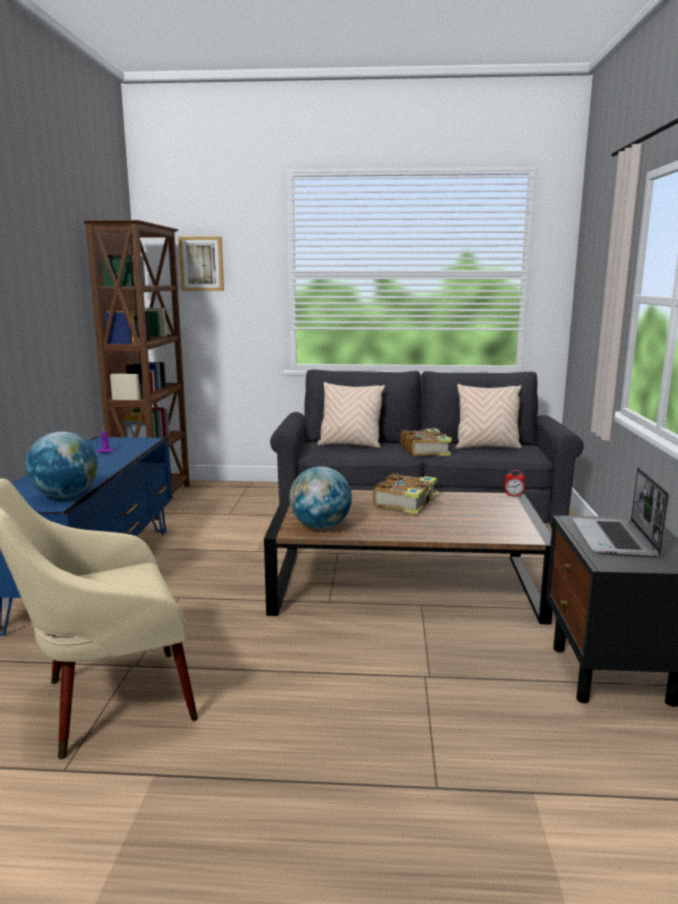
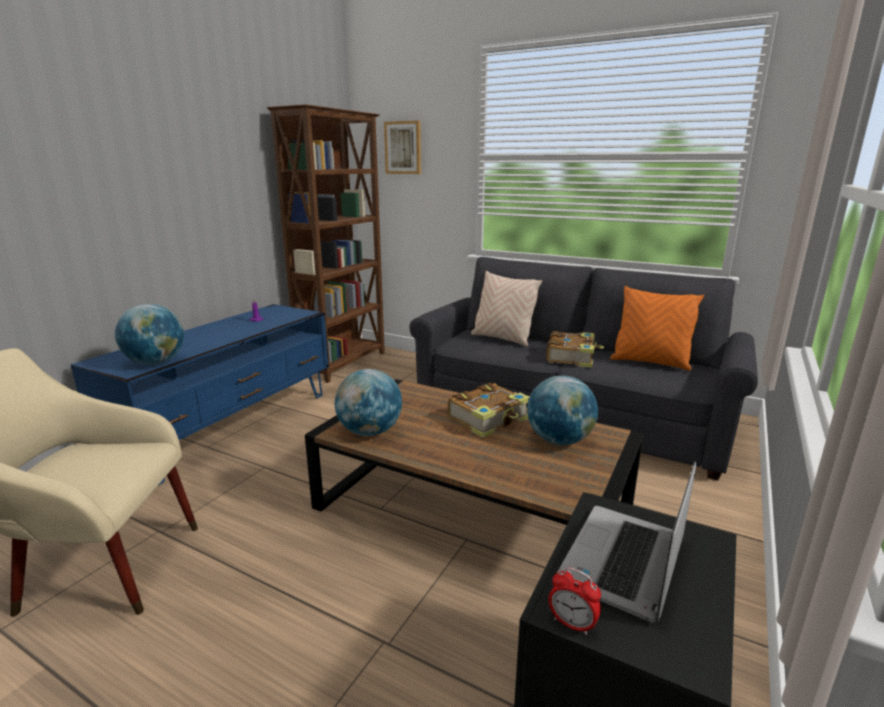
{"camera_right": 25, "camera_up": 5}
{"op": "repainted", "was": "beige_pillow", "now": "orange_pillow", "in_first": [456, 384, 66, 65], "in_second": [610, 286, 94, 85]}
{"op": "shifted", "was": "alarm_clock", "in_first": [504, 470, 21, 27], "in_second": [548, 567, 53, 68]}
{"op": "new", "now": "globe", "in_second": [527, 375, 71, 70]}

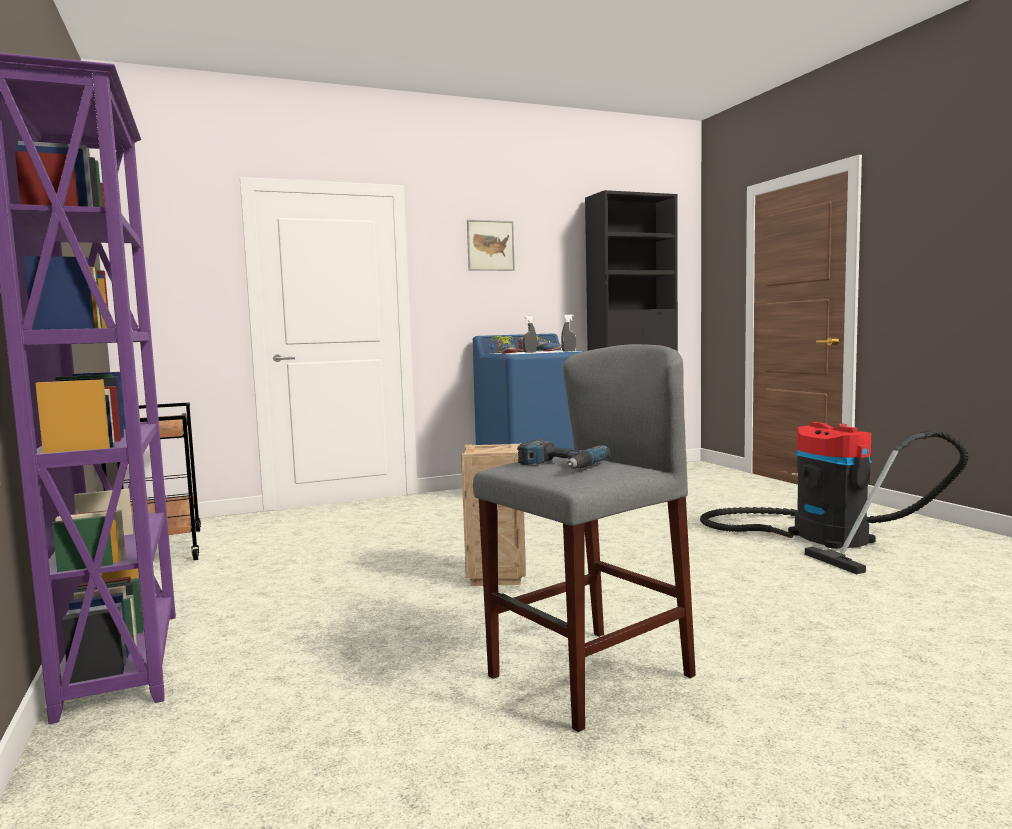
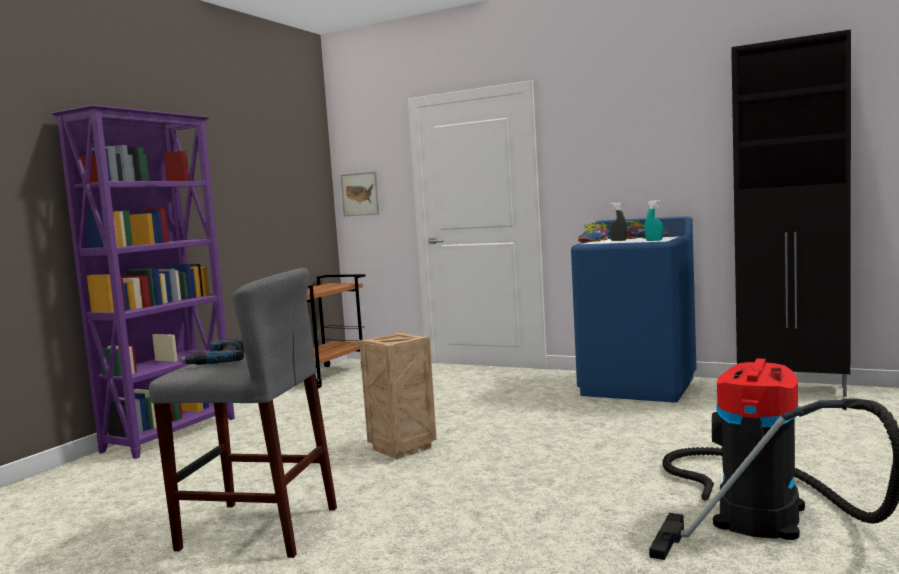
{"camera_right": 50, "camera_up": 0}
{"op": "shifted", "was": "picture", "in_first": [467, 220, 48, 51], "in_second": [341, 172, 38, 44]}
{"op": "repainted", "was": "grey_spray_bottle", "now": "turquoise_spray_bottle", "in_first": [561, 315, 15, 37], "in_second": [645, 200, 18, 41]}

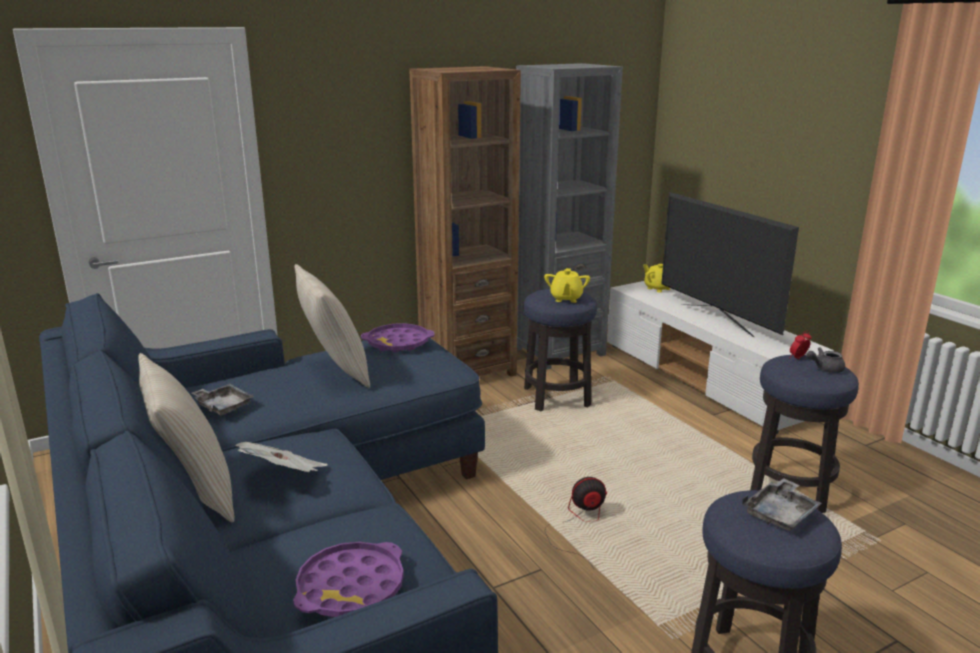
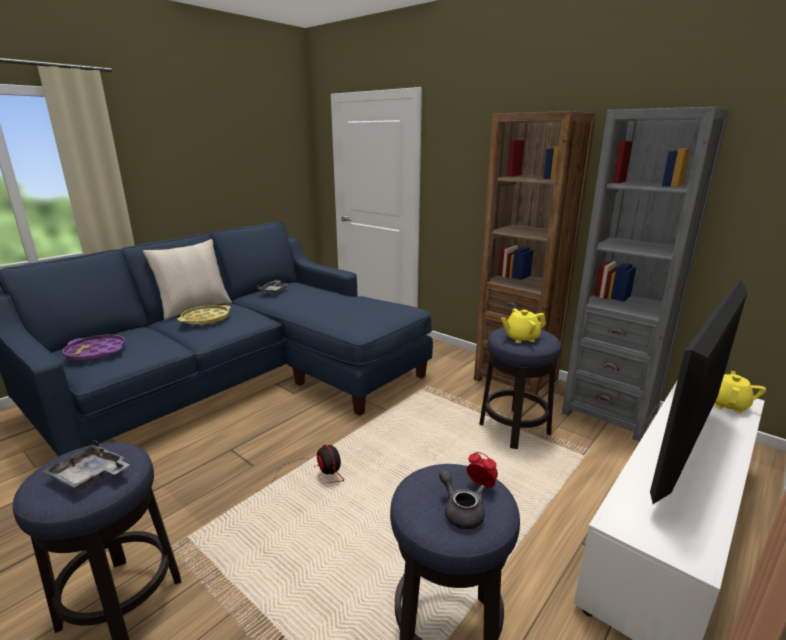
{"camera_right": 70, "camera_up": 0}
{"op": "swapped", "was": "newspaper", "now": "yellow_tray", "in_first": [236, 442, 92, 30], "in_second": [177, 305, 54, 21]}
{"op": "gone", "was": "beige_pillow", "in_first": [294, 264, 76, 124]}
{"op": "gone", "was": "purple_tray", "in_first": [361, 323, 74, 29]}

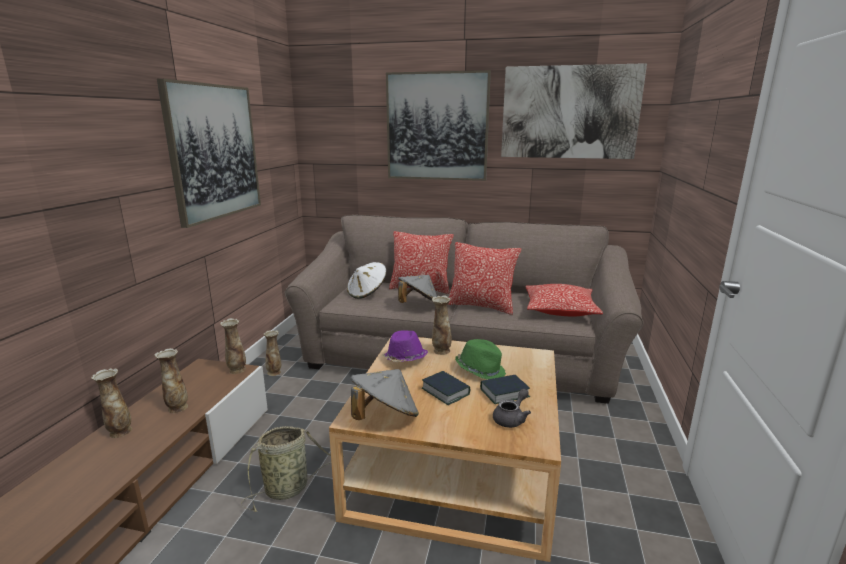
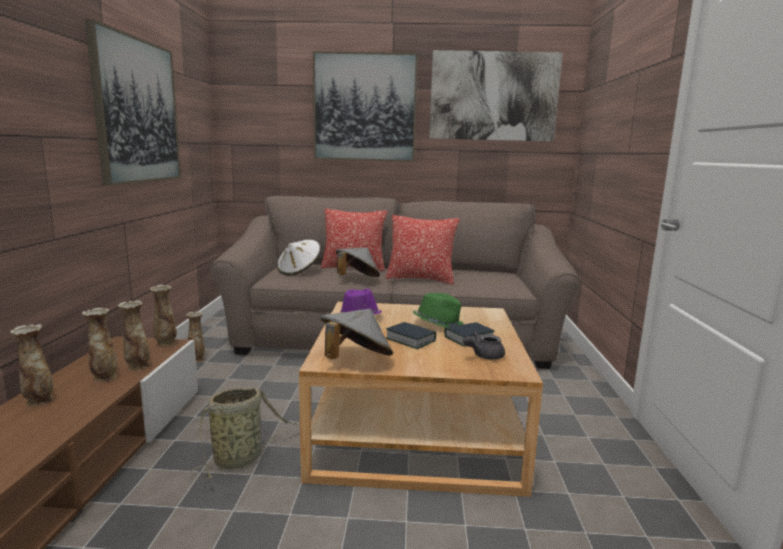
{"camera_right": -10, "camera_up": -5}
{"op": "shifted", "was": "vase", "in_first": [432, 295, 20, 60], "in_second": [118, 300, 32, 71]}
{"op": "rotated", "was": "grey_teapot", "in_first": [493, 388, 38, 40], "in_second": [463, 332, 42, 28], "clockwise": -150}
{"op": "gone", "was": "pillow", "in_first": [525, 284, 78, 33]}

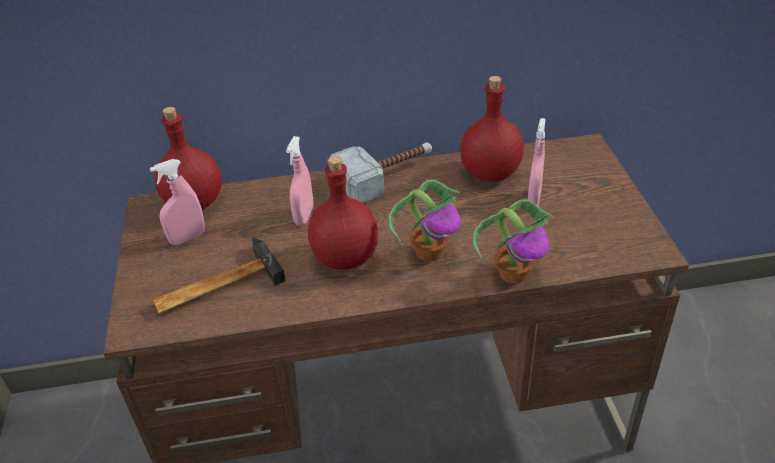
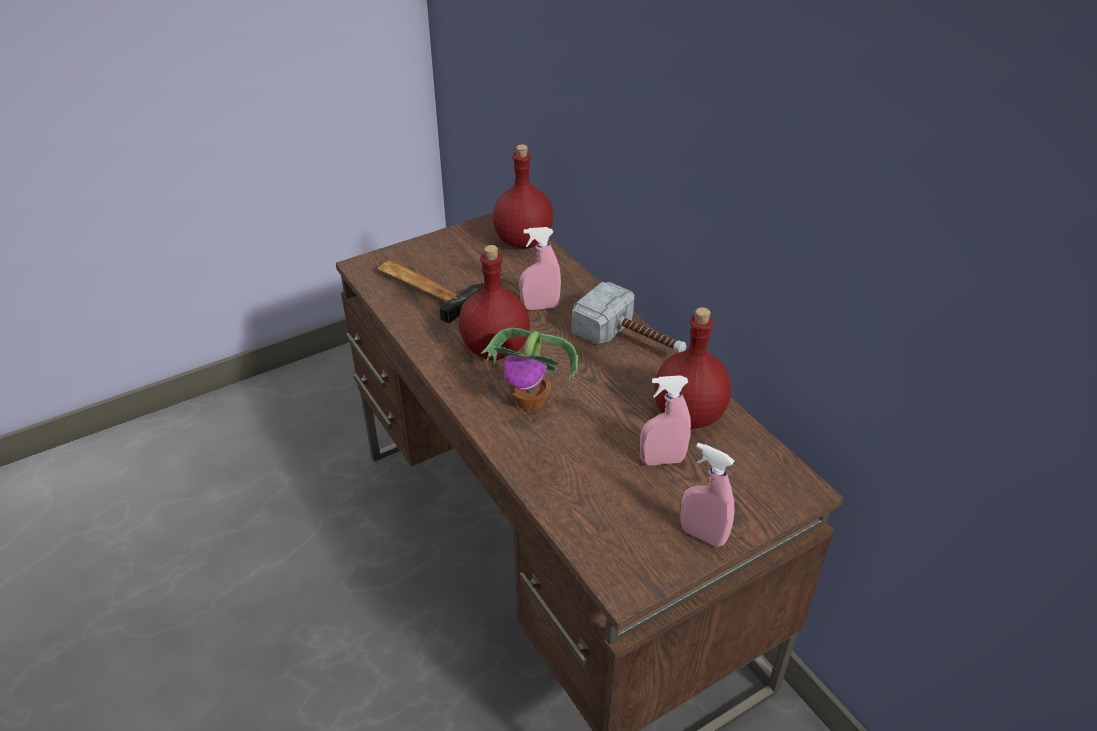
{"camera_right": 65, "camera_up": 0}
{"op": "shifted", "was": "pink_spray_bottle", "in_first": [150, 159, 55, 86], "in_second": [681, 442, 54, 105]}
{"op": "gone", "was": "potted_plant", "in_first": [473, 200, 81, 84]}

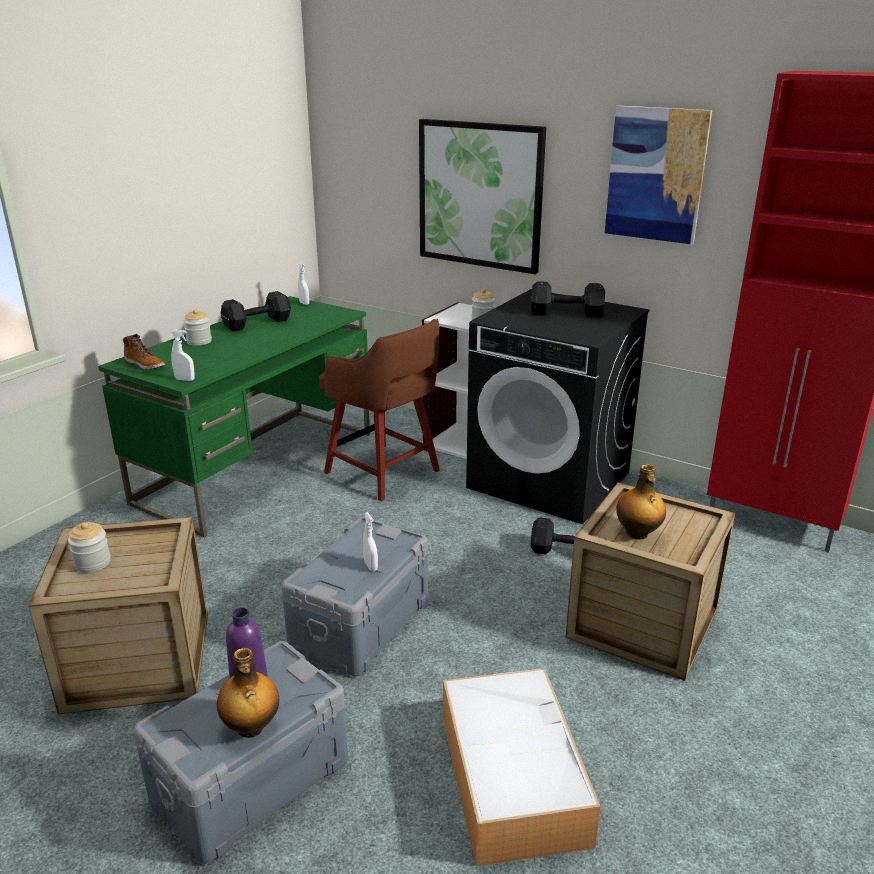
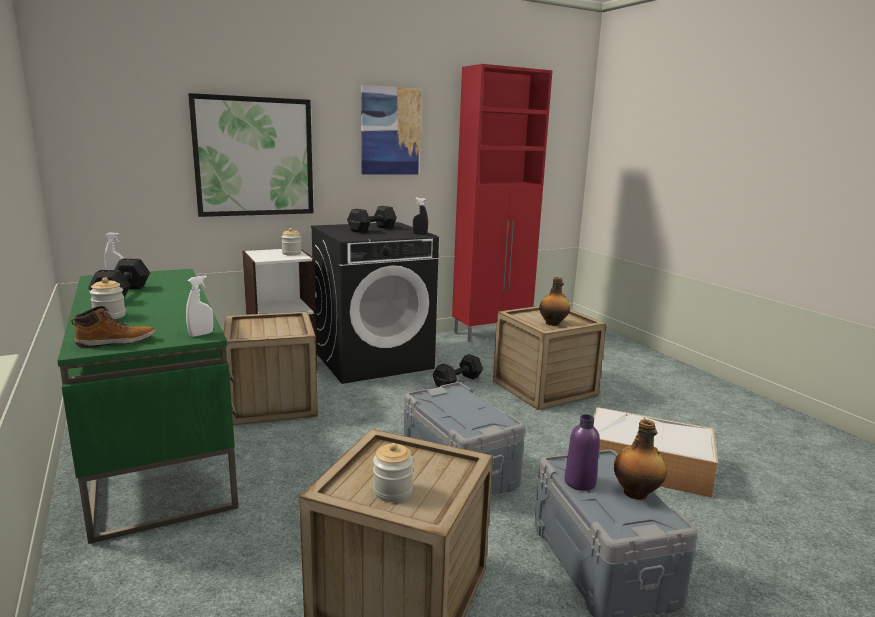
{"camera_right": -60, "camera_up": -10}
{"op": "swapped", "was": "brown_stool", "now": "crate", "in_first": [319, 319, 121, 182], "in_second": [224, 311, 94, 114]}
{"op": "gone", "was": "white_spray_bottle", "in_first": [363, 512, 15, 59]}
{"op": "new", "now": "black_spray_bottle", "in_second": [413, 197, 15, 38]}

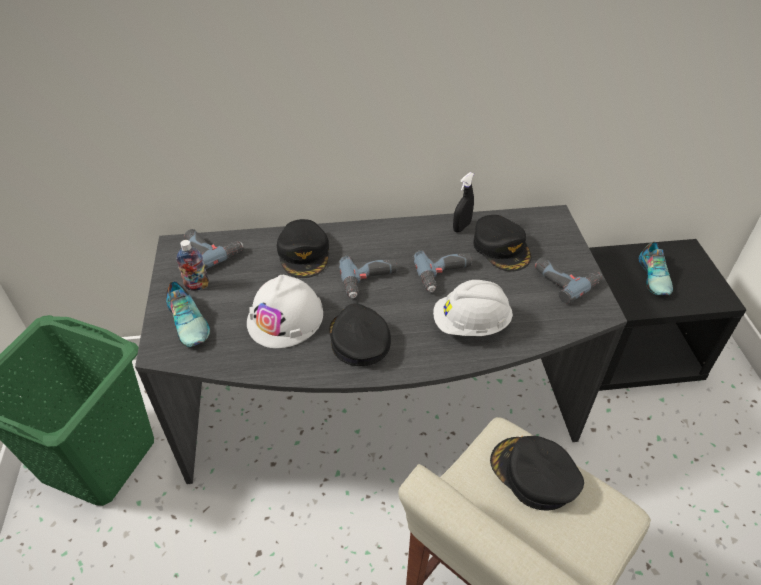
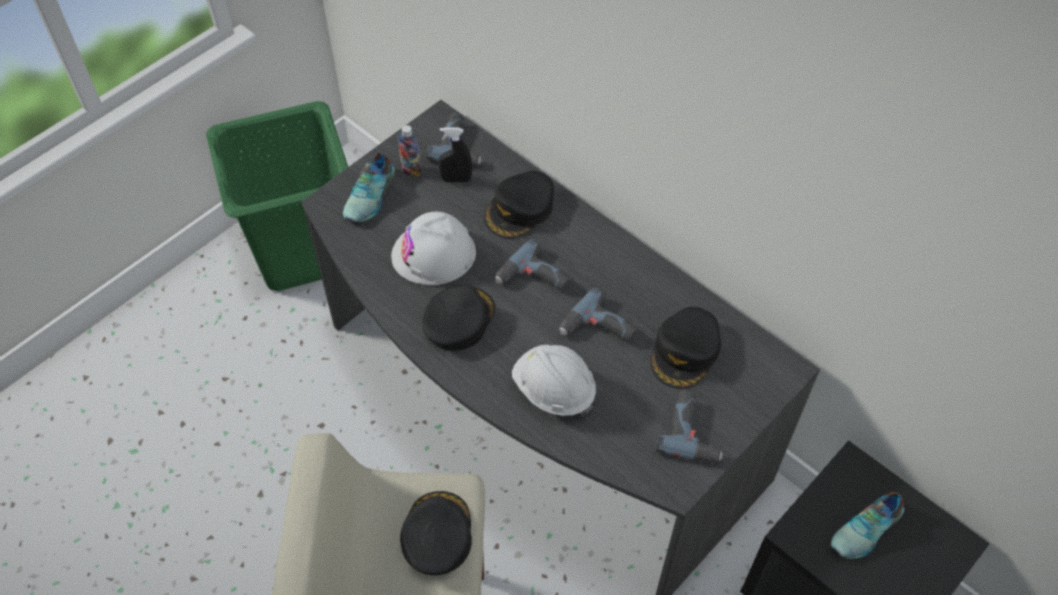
{"camera_right": 50, "camera_up": 10}
{"op": "shifted", "was": "black_spray_bottle", "in_first": [453, 172, 21, 61], "in_second": [438, 127, 34, 55]}

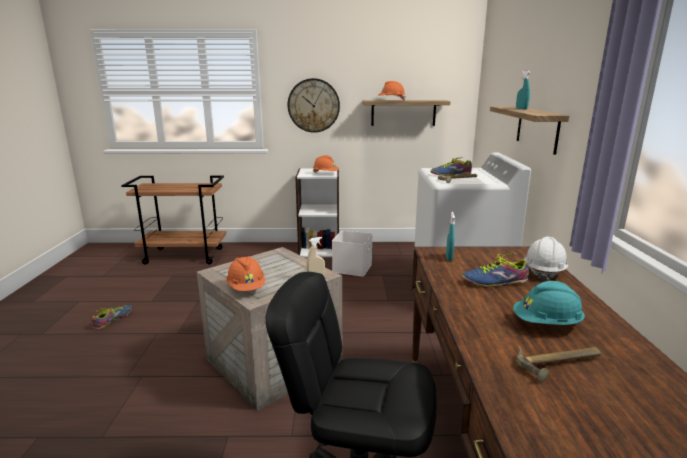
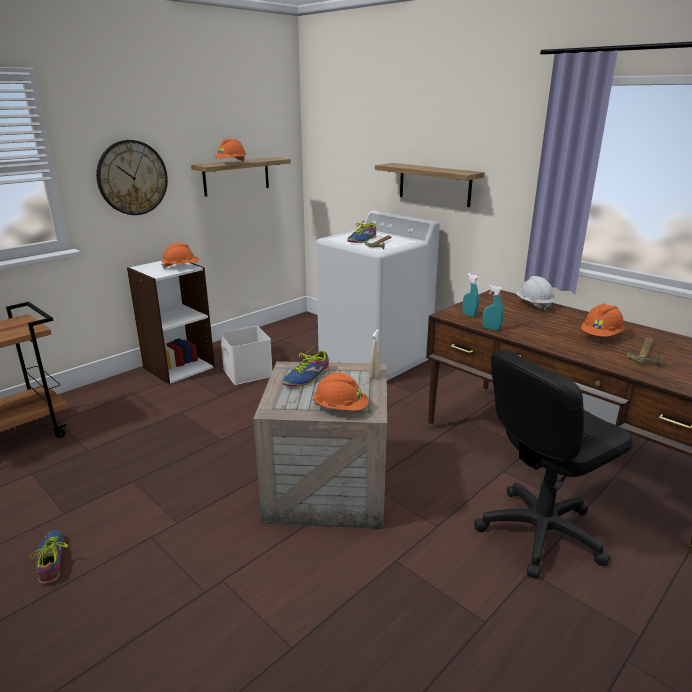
{"camera_right": -45, "camera_up": 5}
{"op": "shifted", "was": "shoe", "in_first": [462, 253, 67, 34], "in_second": [282, 348, 47, 39]}
{"op": "repainted", "was": "turquoise_hard_hat", "now": "orange_hard_hat", "in_first": [513, 281, 72, 44], "in_second": [581, 303, 44, 34]}
{"op": "shifted", "was": "turquoise_spray_bottle", "in_first": [516, 71, 14, 38], "in_second": [482, 285, 22, 45]}

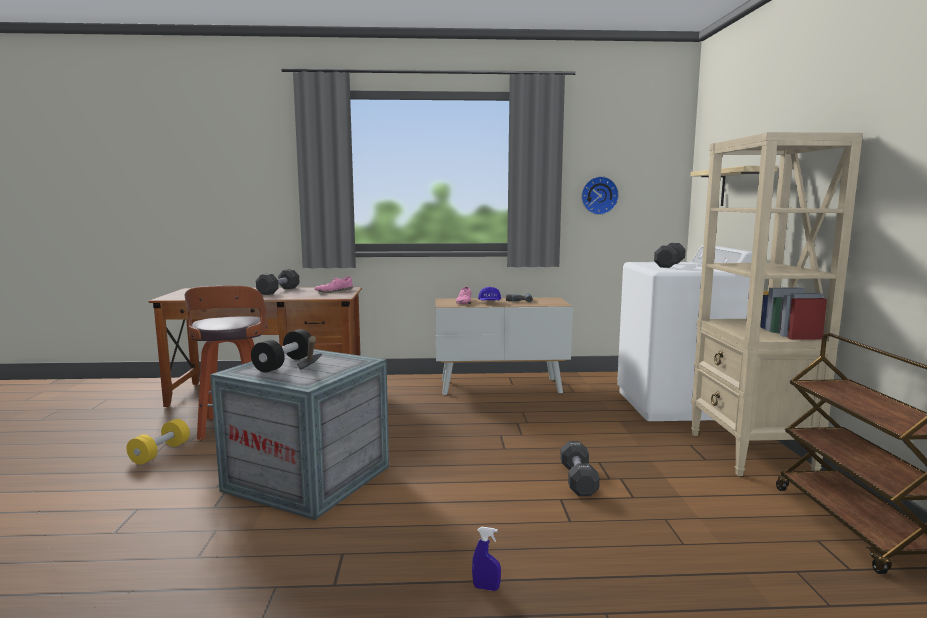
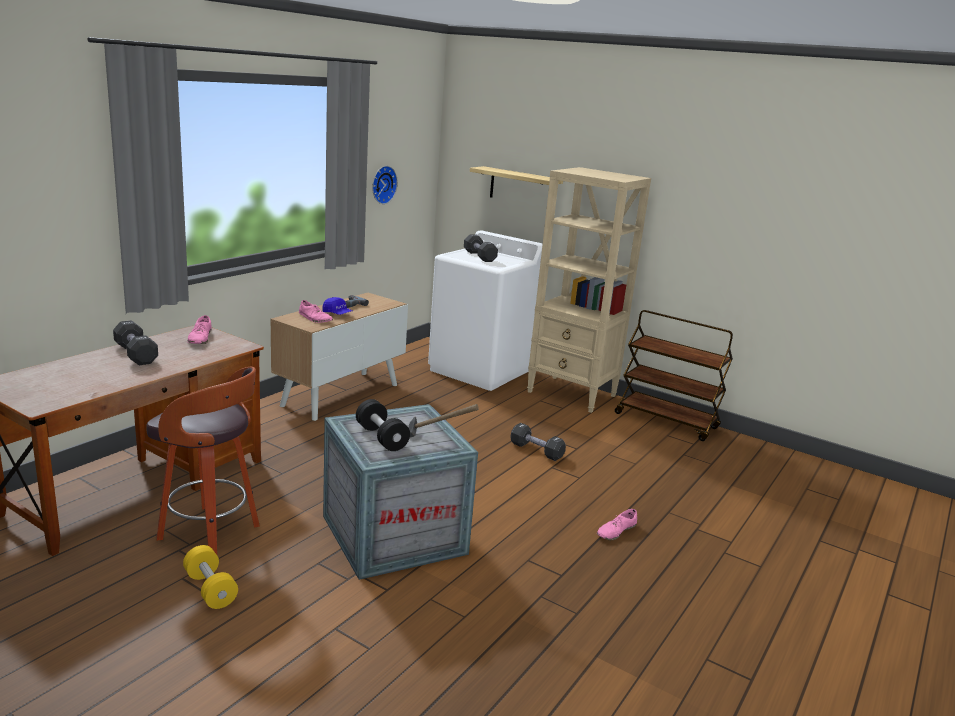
{"camera_right": -55, "camera_up": 10}
{"op": "swapped", "was": "blue_spray_bottle", "now": "pink_shoe", "in_first": [472, 527, 29, 64], "in_second": [597, 509, 40, 31]}

